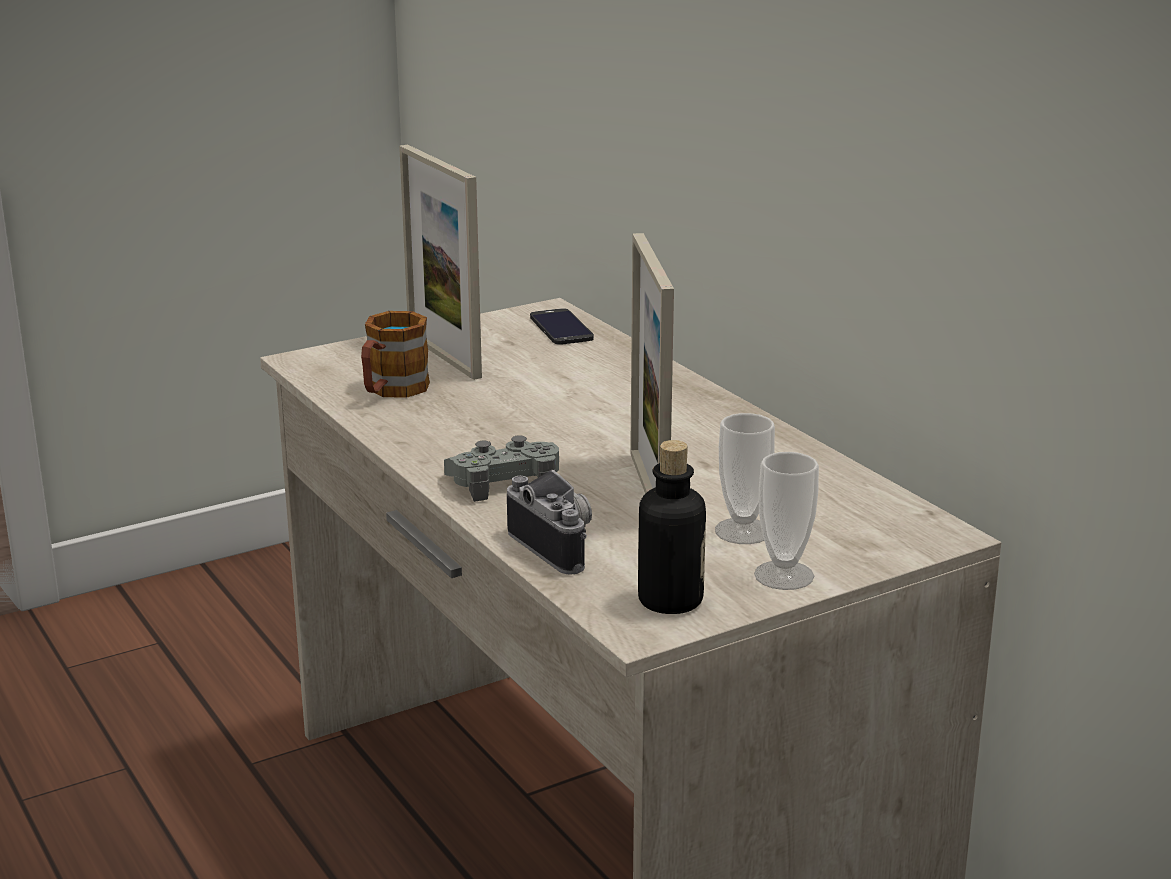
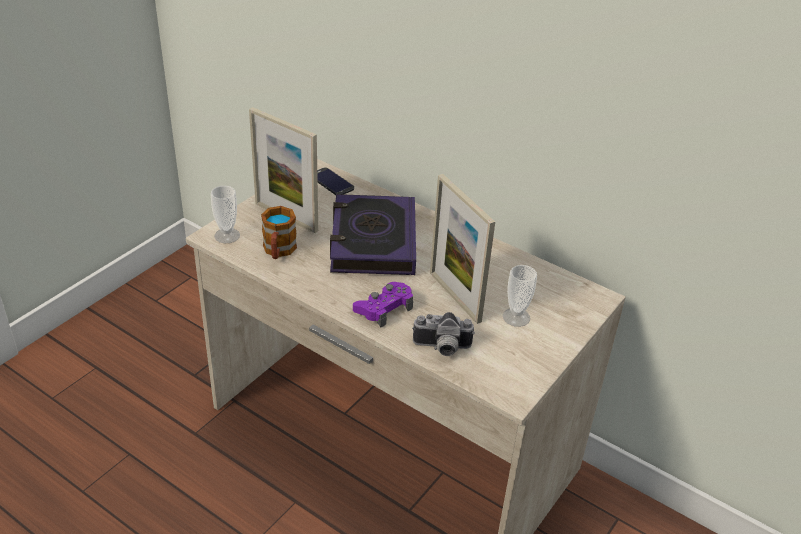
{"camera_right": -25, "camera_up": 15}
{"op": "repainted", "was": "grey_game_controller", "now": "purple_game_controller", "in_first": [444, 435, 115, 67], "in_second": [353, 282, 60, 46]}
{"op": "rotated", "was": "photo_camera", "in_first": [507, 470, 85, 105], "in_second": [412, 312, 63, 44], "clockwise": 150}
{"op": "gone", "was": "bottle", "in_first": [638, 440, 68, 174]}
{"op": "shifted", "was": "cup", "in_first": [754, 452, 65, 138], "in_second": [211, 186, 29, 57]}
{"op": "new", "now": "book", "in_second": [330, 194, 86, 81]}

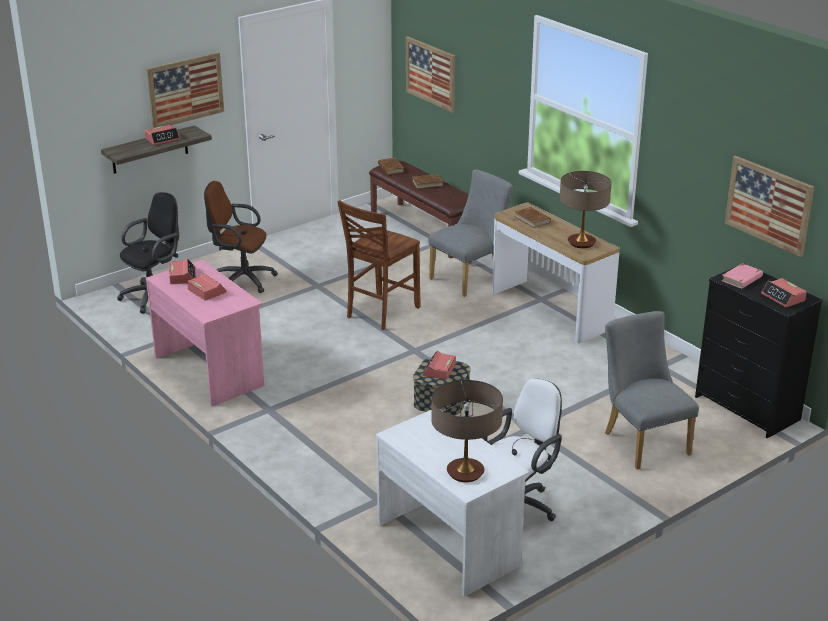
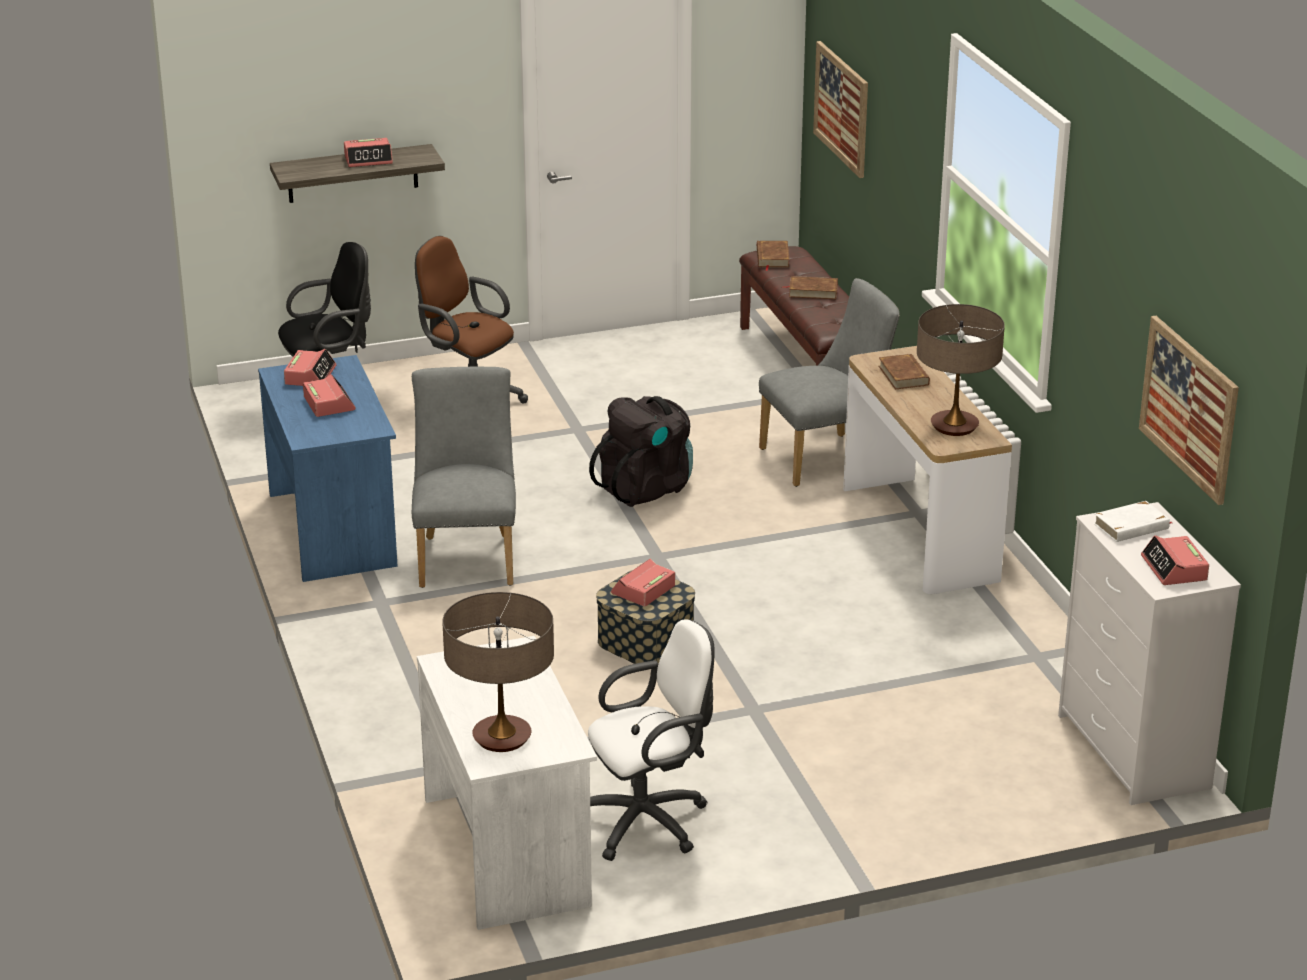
{"camera_right": 20, "camera_up": 0}
{"op": "gone", "was": "picture", "in_first": [146, 52, 78, 76]}
{"op": "repainted", "was": "pink_desk", "now": "blue_desk", "in_first": [146, 260, 118, 147], "in_second": [258, 355, 140, 227]}
{"op": "swapped", "was": "brown_chair", "now": "black_backpack", "in_first": [337, 200, 83, 130], "in_second": [589, 396, 104, 111]}
{"op": "shifted", "was": "grey_chair", "in_first": [605, 311, 94, 159], "in_second": [412, 367, 104, 221]}
{"op": "repainted", "was": "black_dresser", "now": "white_dresser", "in_first": [695, 265, 128, 173], "in_second": [1058, 502, 183, 303]}
{"op": "repainted", "was": "pink_book", "now": "white_book", "in_first": [722, 263, 41, 26], "in_second": [1093, 501, 79, 41]}

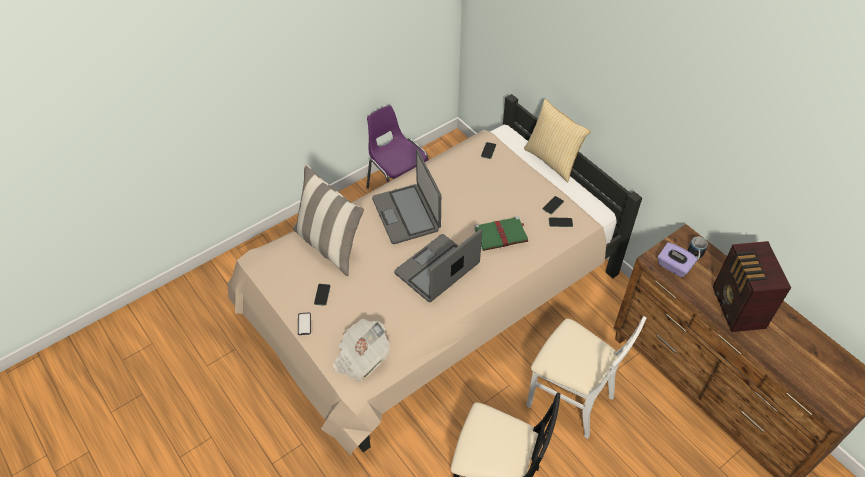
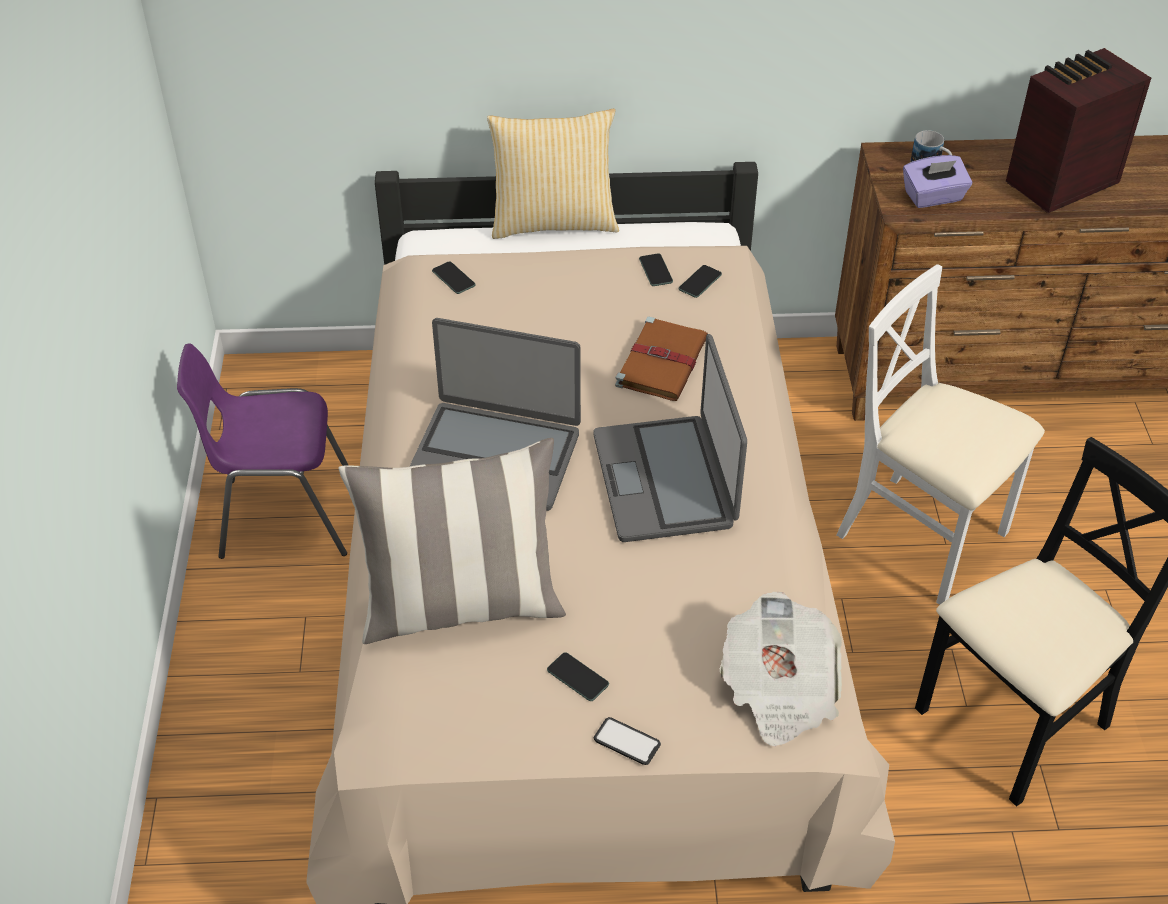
{"camera_right": -55, "camera_up": -5}
{"op": "repainted", "was": "green_book", "now": "brown_book", "in_first": [474, 216, 54, 35], "in_second": [615, 317, 93, 84]}
{"op": "rotated", "was": "white_chair", "in_first": [526, 316, 120, 123], "in_second": [836, 264, 209, 341], "clockwise": -120}
{"op": "rotated", "was": "radio", "in_first": [713, 241, 78, 91], "in_second": [1006, 48, 145, 165], "clockwise": 120}

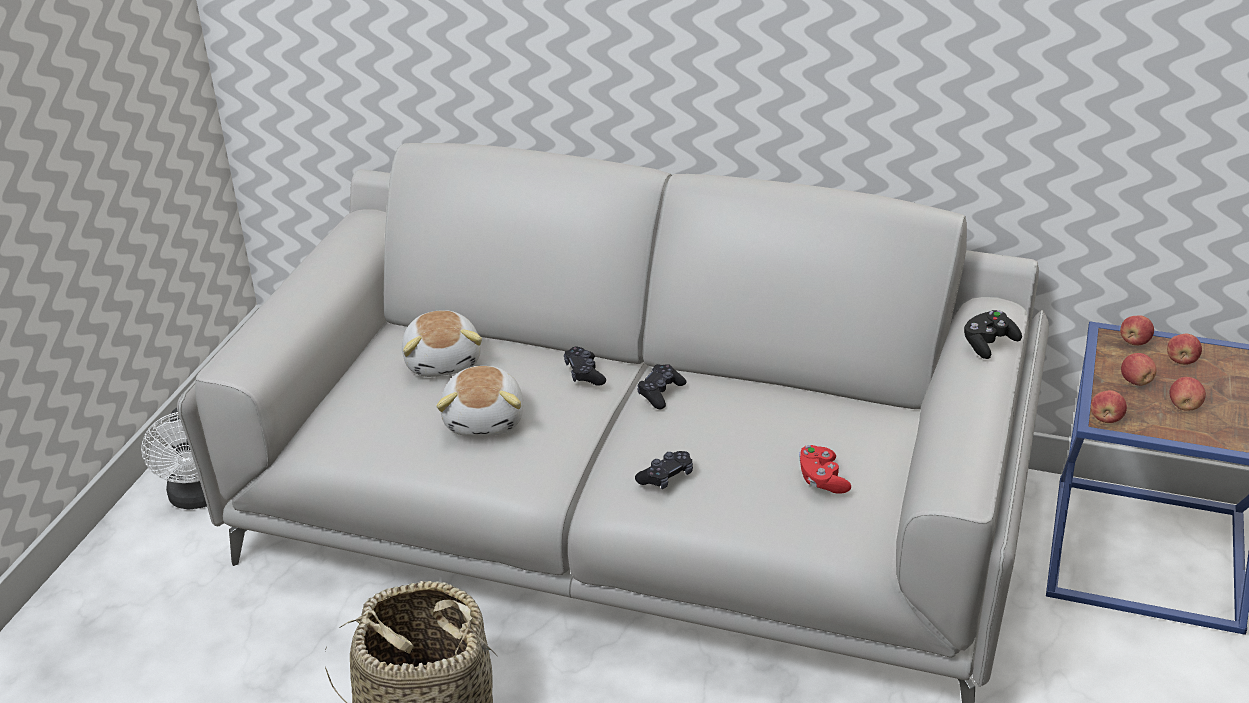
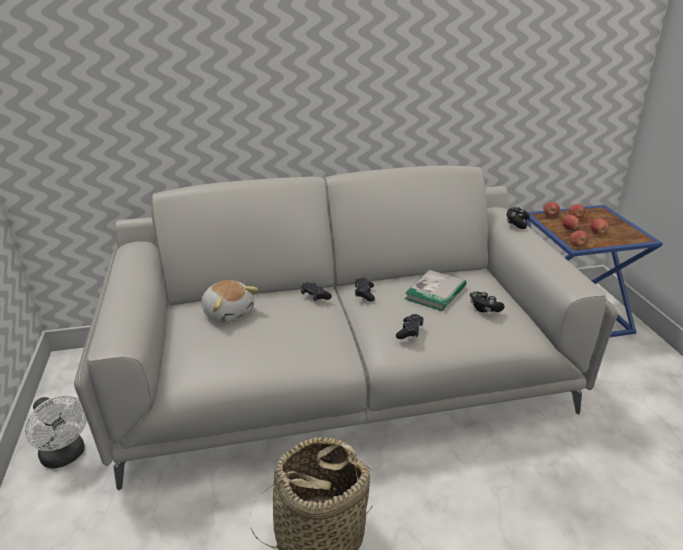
{"camera_right": -30, "camera_up": -5}
{"op": "gone", "was": "plush_toy", "in_first": [436, 366, 88, 70]}
{"op": "repainted", "was": "red_game_controller", "now": "black_game_controller", "in_first": [799, 445, 52, 49], "in_second": [470, 292, 35, 20]}
{"op": "new", "now": "book", "in_second": [405, 270, 61, 41]}

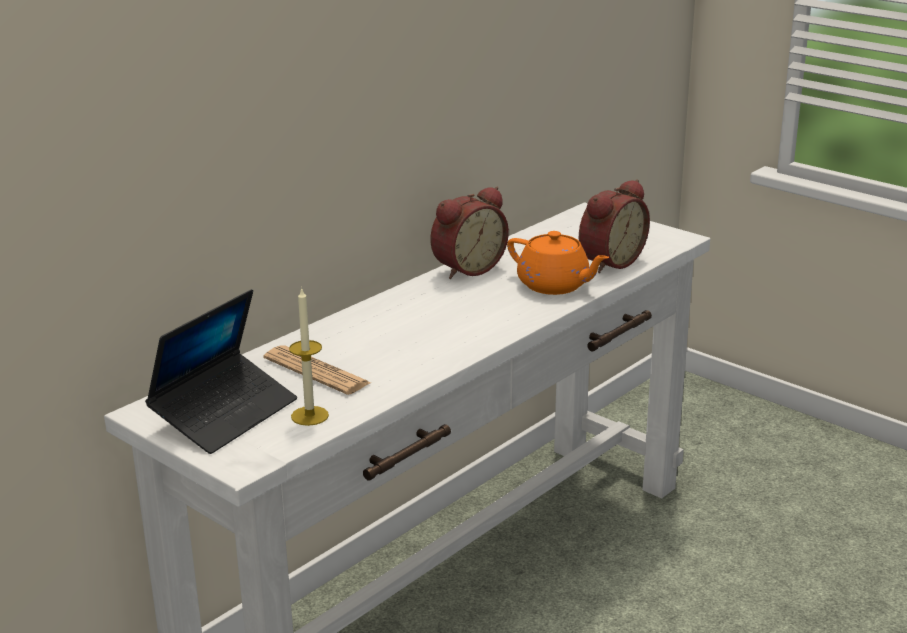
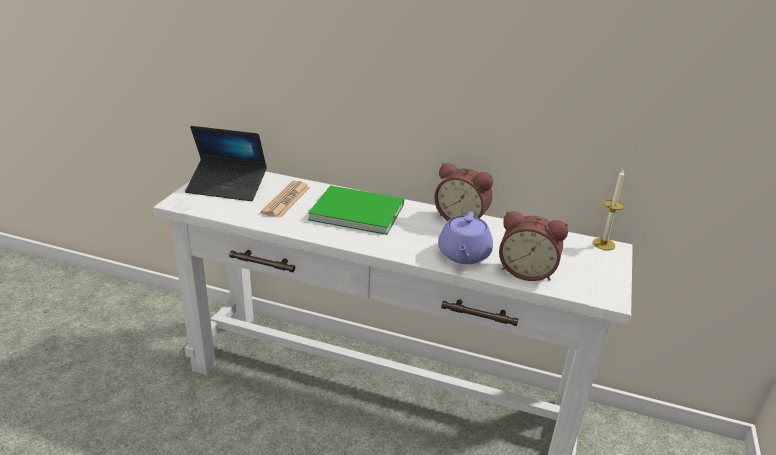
{"camera_right": 65, "camera_up": 5}
{"op": "shifted", "was": "candle", "in_first": [289, 287, 40, 139], "in_second": [593, 170, 31, 80]}
{"op": "repainted", "was": "orange_teapot", "now": "purple_teapot", "in_first": [507, 231, 102, 64], "in_second": [438, 211, 55, 53]}
{"op": "new", "now": "green_book", "in_second": [308, 185, 96, 50]}

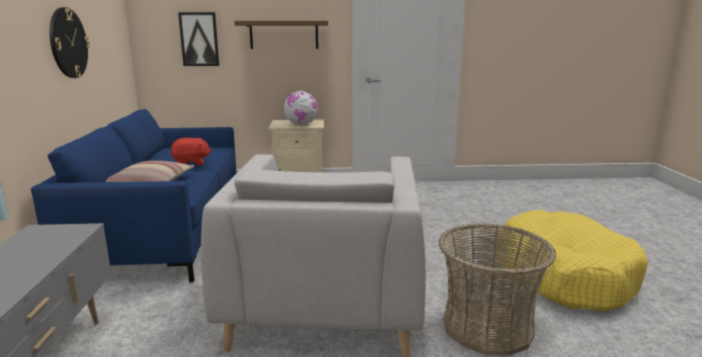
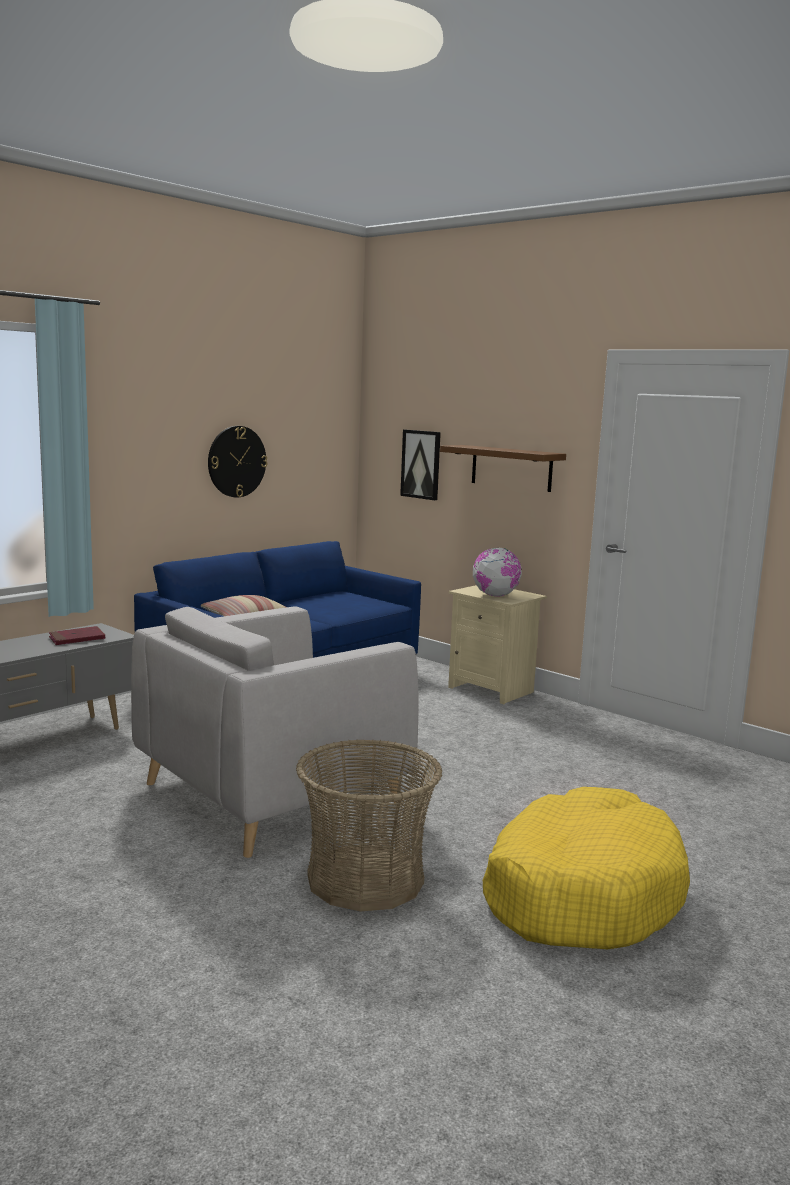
{"camera_right": 45, "camera_up": -5}
{"op": "gone", "was": "red_plush_toy", "in_first": [170, 138, 42, 27]}
{"op": "new", "now": "red_book", "in_second": [49, 626, 56, 19]}

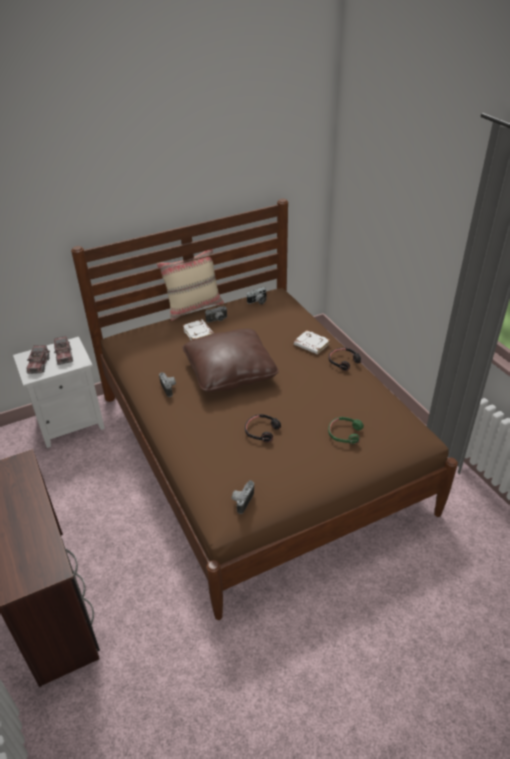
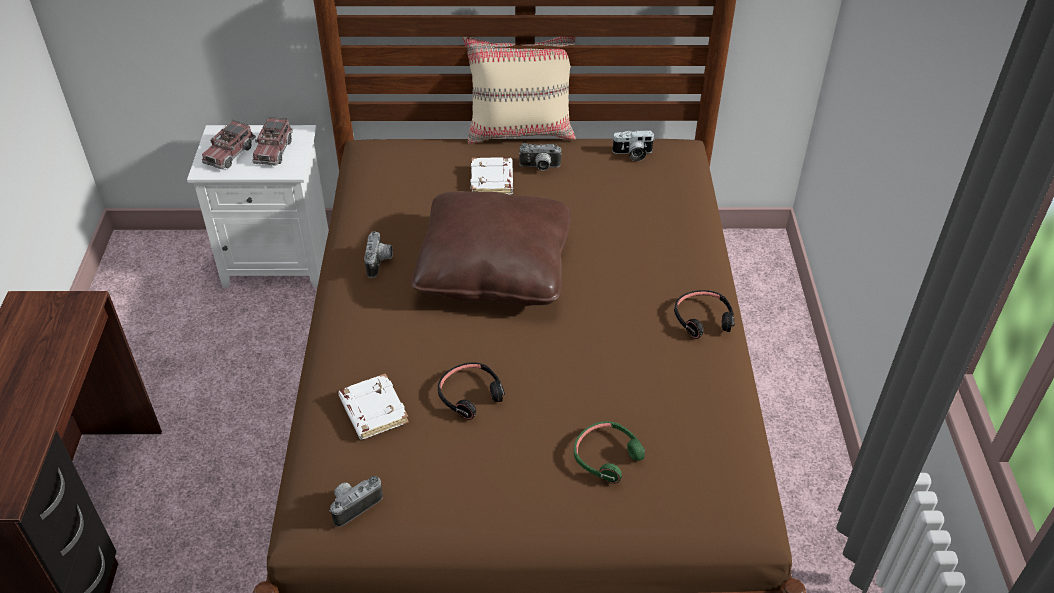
{"camera_right": 25, "camera_up": 5}
{"op": "shifted", "was": "white_book", "in_first": [294, 330, 36, 24], "in_second": [338, 373, 71, 66]}

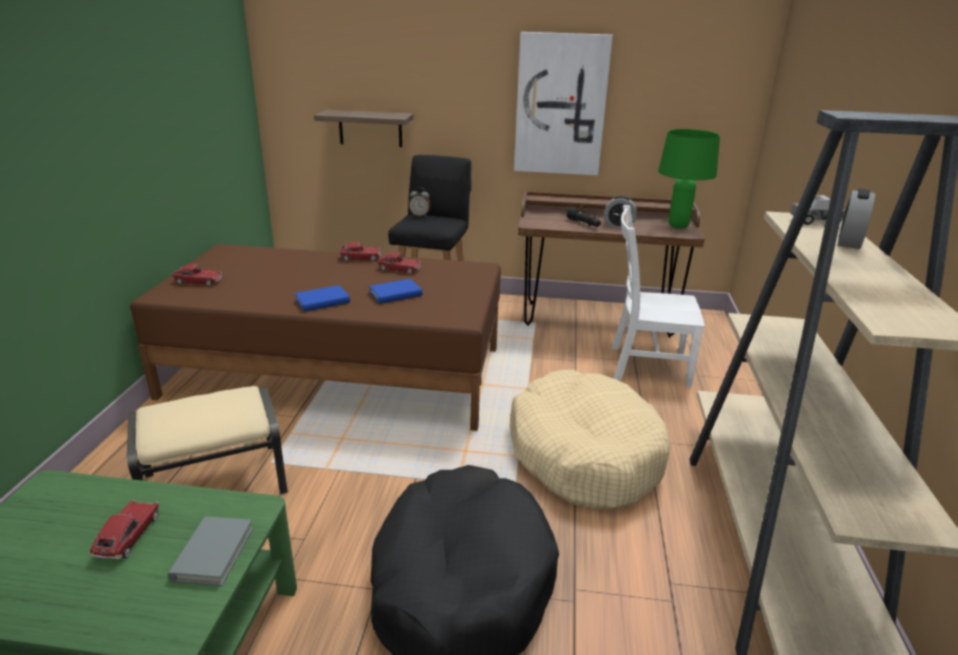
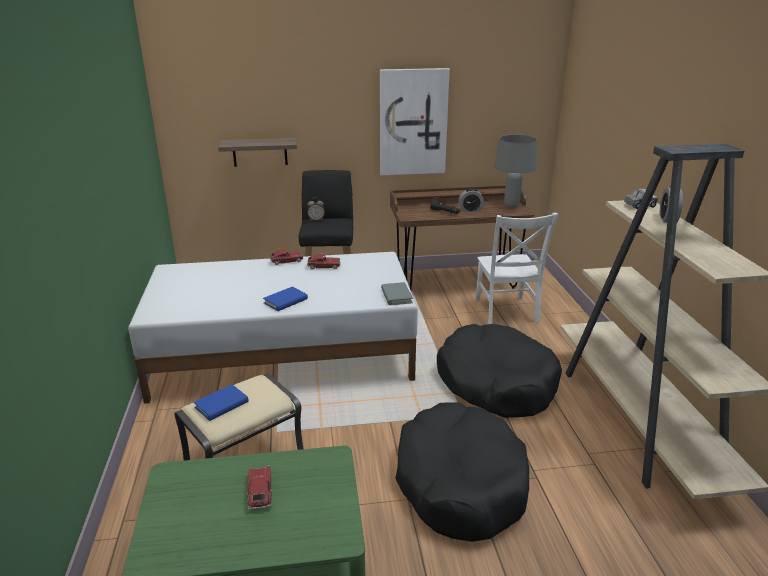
{"camera_right": -15, "camera_up": 0}
{"op": "repainted", "was": "brown_bed", "now": "white_bed", "in_first": [130, 244, 371, 187], "in_second": [128, 252, 290, 152]}
{"op": "shifted", "was": "grey_book", "in_first": [168, 517, 85, 69], "in_second": [381, 282, 32, 23]}
{"op": "gone", "was": "toy_car", "in_first": [172, 264, 50, 22]}
{"op": "shifted", "was": "blue_book", "in_first": [369, 279, 53, 25], "in_second": [194, 384, 55, 37]}
{"op": "repainted", "was": "beige_dog_bed", "now": "black_dog_bed", "in_first": [510, 370, 161, 140], "in_second": [437, 324, 125, 94]}
{"op": "rotated", "was": "white_chair", "in_first": [612, 205, 93, 182], "in_second": [475, 213, 83, 111], "clockwise": -90}
{"op": "repainted", "was": "green_table_lamp", "now": "grey_table_lamp", "in_first": [658, 129, 62, 99], "in_second": [494, 134, 43, 74]}

